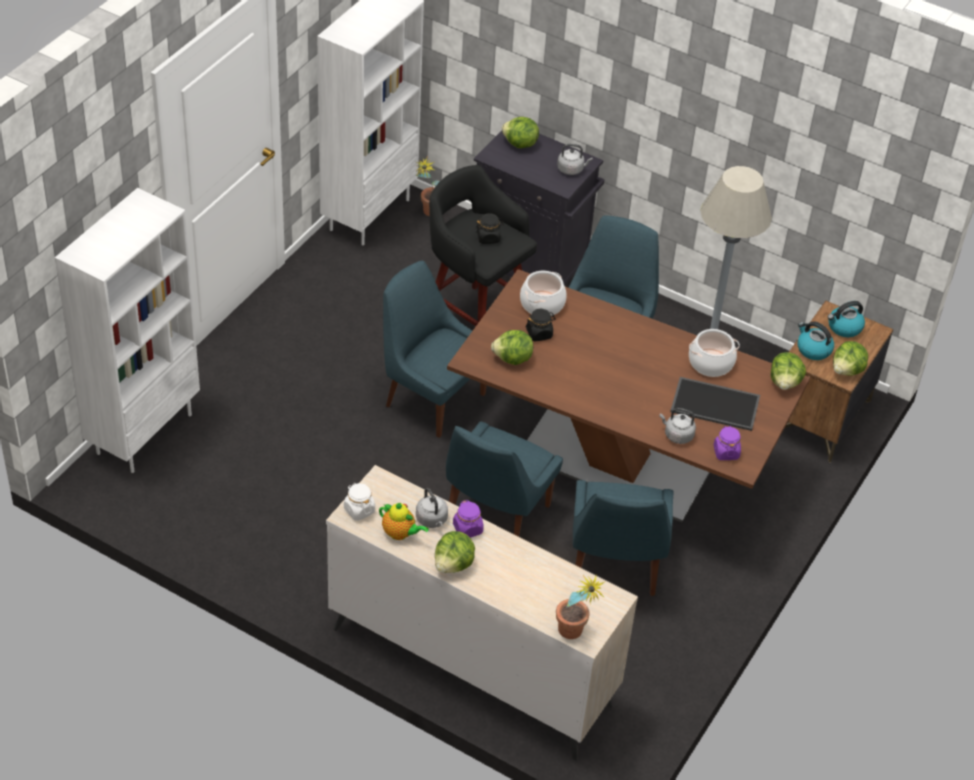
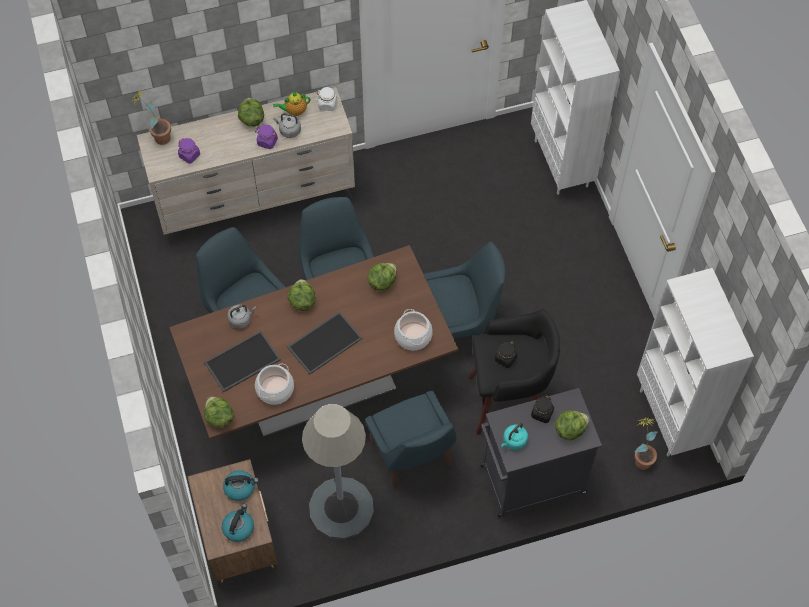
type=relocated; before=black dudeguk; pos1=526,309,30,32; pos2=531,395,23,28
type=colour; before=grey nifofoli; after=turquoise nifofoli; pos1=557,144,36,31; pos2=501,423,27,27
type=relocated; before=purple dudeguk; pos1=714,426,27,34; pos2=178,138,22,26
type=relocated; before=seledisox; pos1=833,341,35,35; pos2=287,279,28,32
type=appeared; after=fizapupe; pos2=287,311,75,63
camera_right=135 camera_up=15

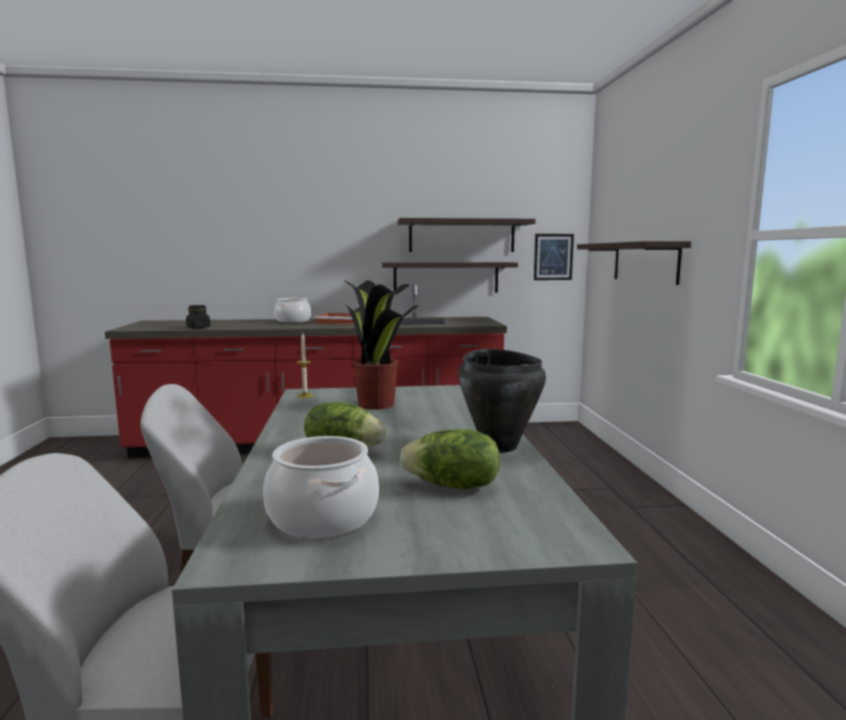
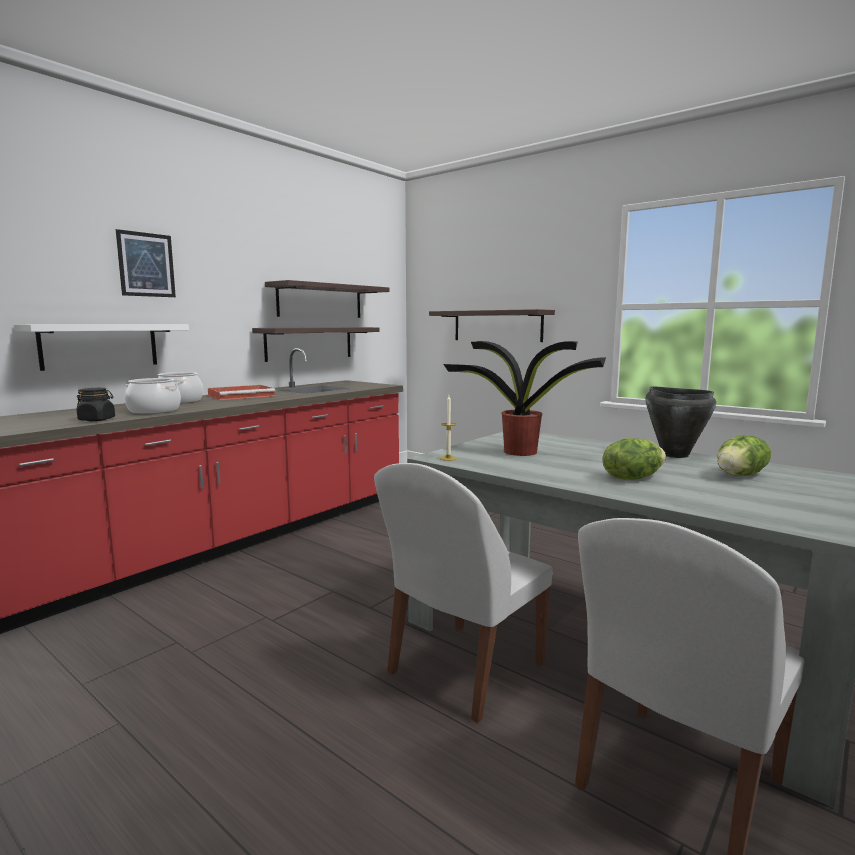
type=relocated; before=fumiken; pos1=263,436,116,102; pos2=125,378,56,36
type=relocated; before=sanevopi; pos1=534,234,40,46; pos2=116,229,60,68
type=appeared; after=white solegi; pos2=14,324,175,47
camera_right=-45 camera_up=0

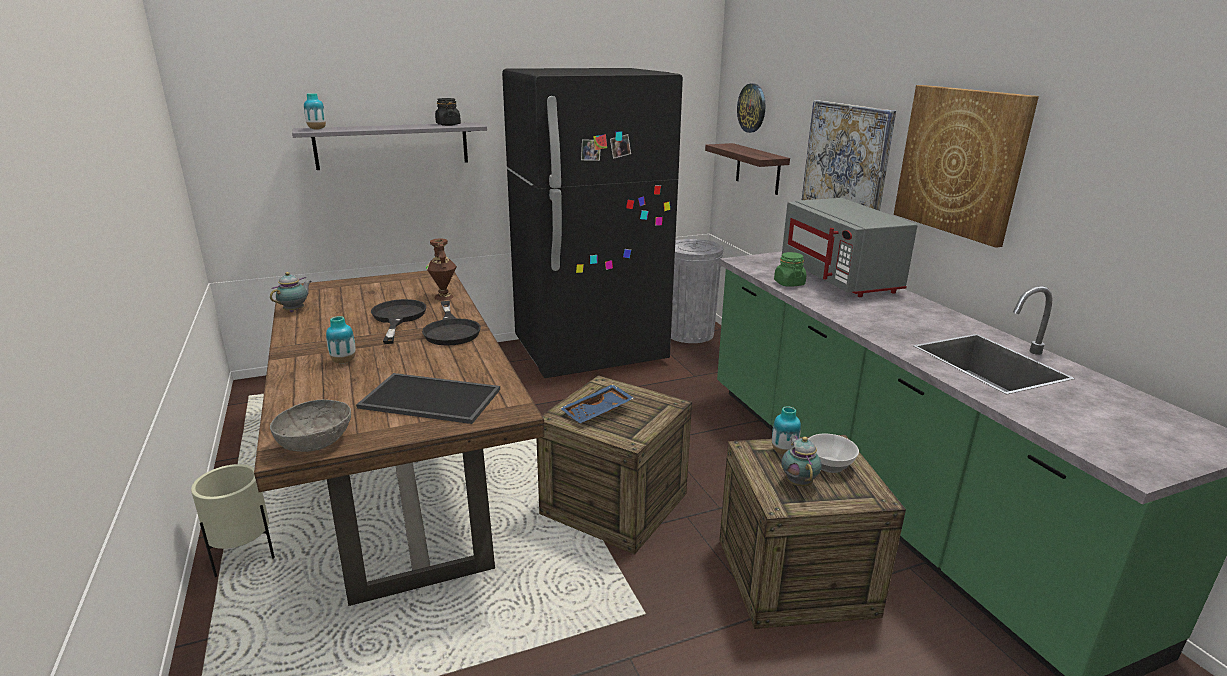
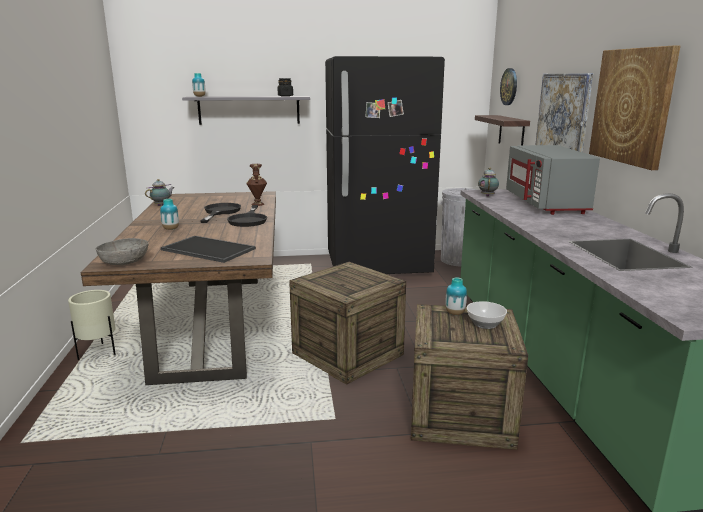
type=missing; before=blue fizapupe; pos1=560,384,74,39
type=missing; before=green dudeguk; pos1=774,252,32,35
type=relocated; before=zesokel; pos1=781,436,41,51; pos2=478,168,21,29
camera_right=15 camera_up=-5

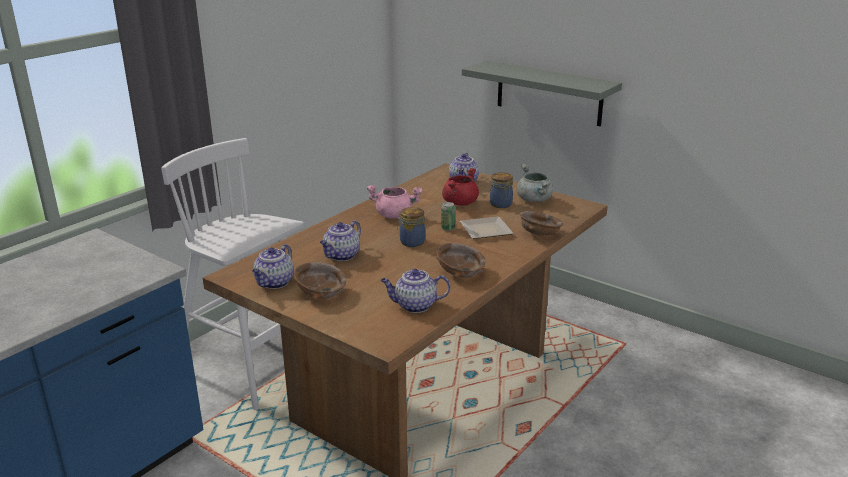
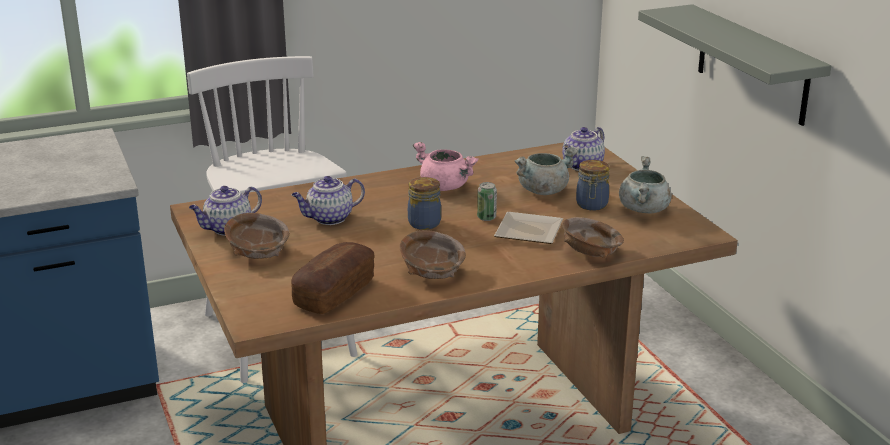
type=exchanged; before=zesokel; after=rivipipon; pos1=380,269,71,44; pos2=291,242,84,72
type=colour; before=red fumiken; after=grey fumiken; pos1=442,168,37,38; pos2=515,147,63,48
camera_right=30 camera_up=0

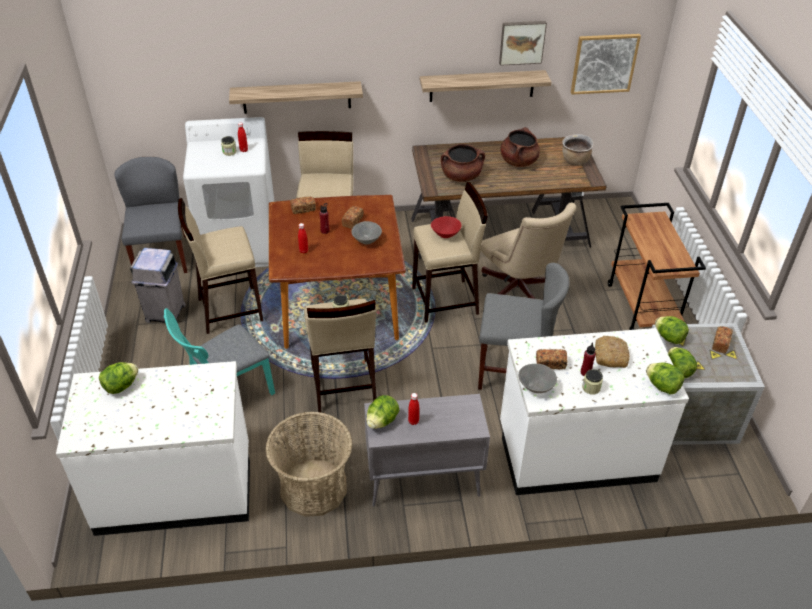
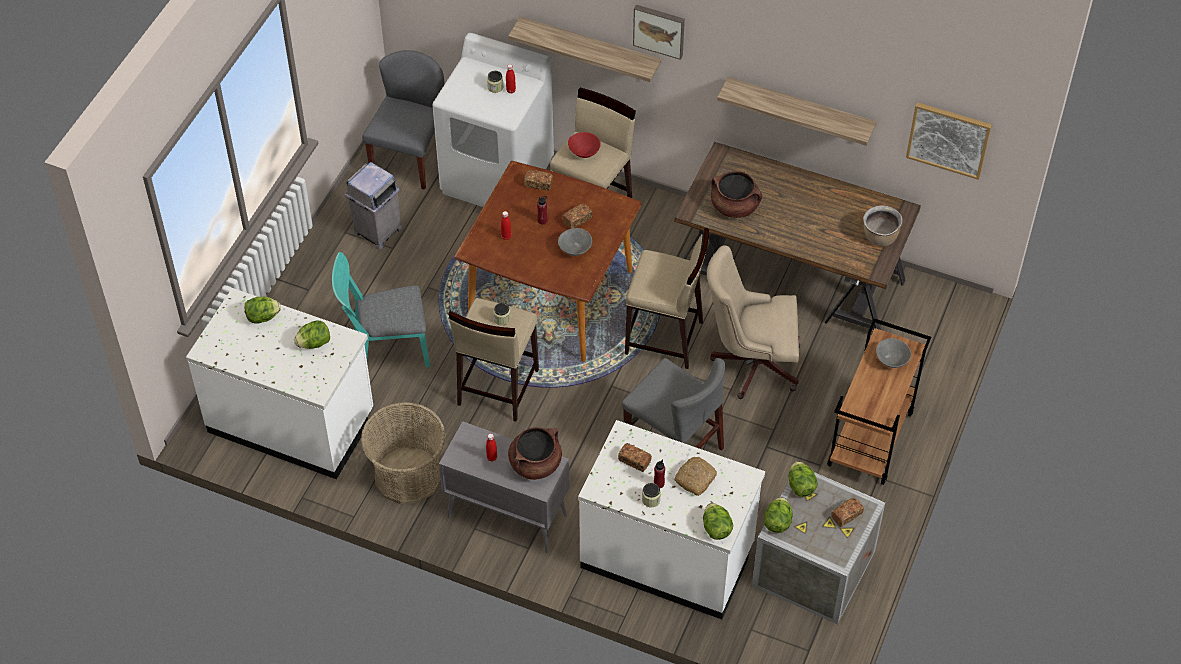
type=missing; before=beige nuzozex; pos1=178,198,85,136
type=relocated; before=seledisox; pos1=366,395,33,34; pos2=294,321,36,28
type=relocated; before=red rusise; pos1=431,216,30,22; pos2=568,132,33,26
type=spun; before=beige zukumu; pos1=481,202,95,97; pos2=707,246,93,153; turn=90
type=relocated; before=sanevopi; pos1=499,21,48,45; pos2=633,5,52,55
type=relocated; before=brown fumiken; pos1=501,127,39,40; pos2=508,427,54,53
type=relocated; before=grey rusise; pos1=518,364,39,29; pos2=876,338,35,30
camera_right=30 camera_up=10

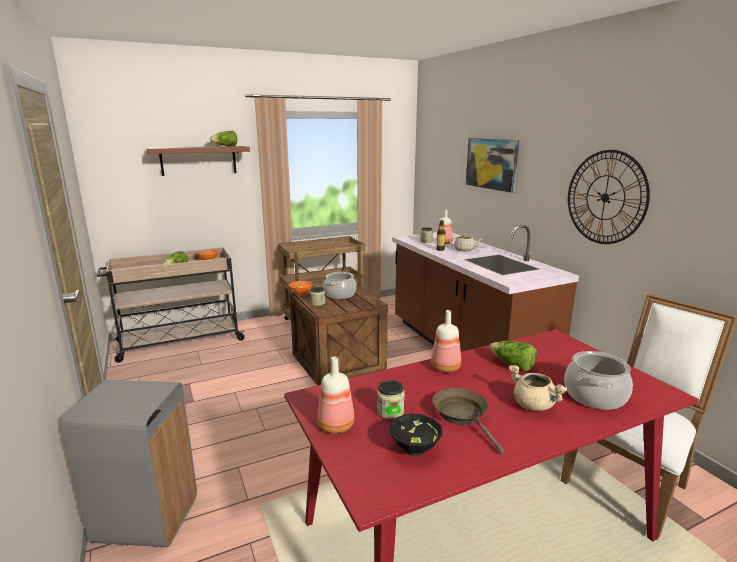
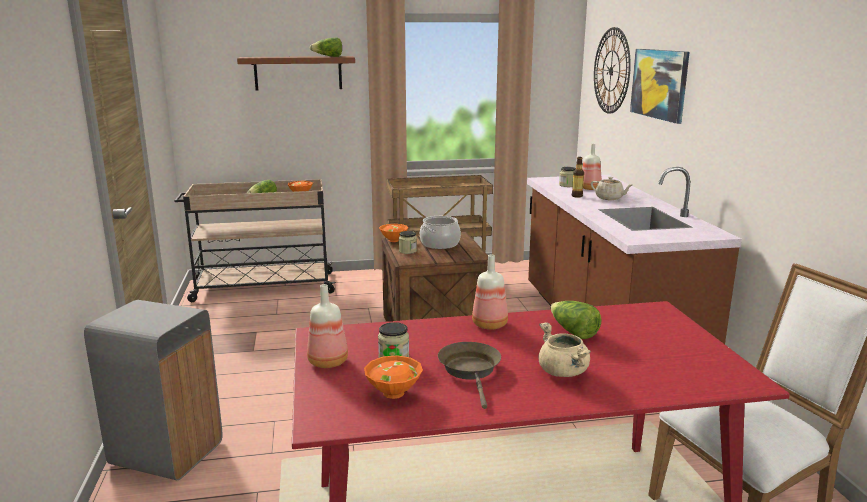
type=colour; before=black rusise; after=orange rusise; pos1=389,414,54,42; pos2=364,355,59,44
type=missing; before=fumiken; pos1=564,351,69,59
type=relocated; before=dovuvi; pos1=568,150,82,94; pos2=594,27,37,87
camera_right=15 camera_up=0

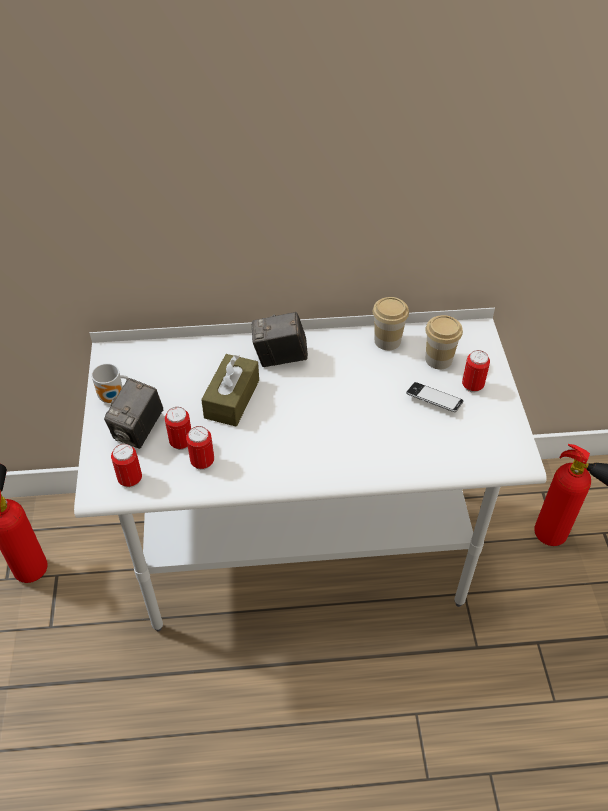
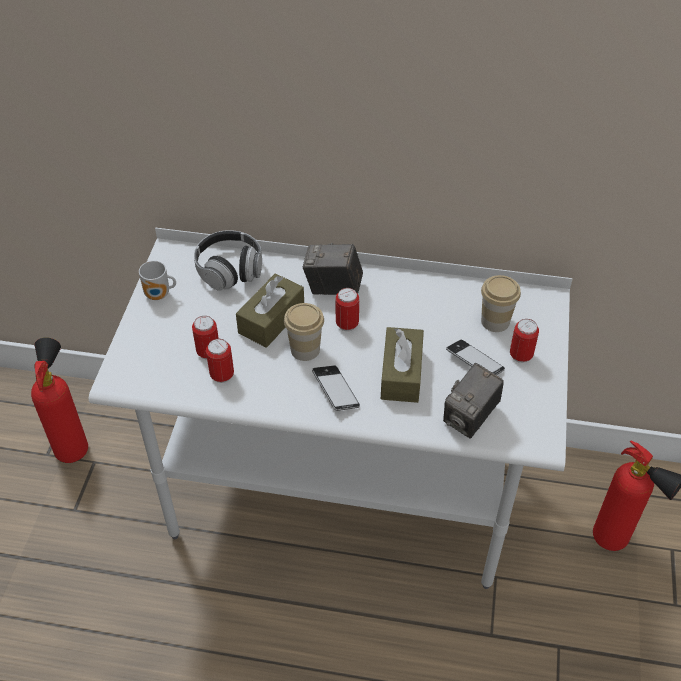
type=relocated; before=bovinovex; pos1=104,378,59,71; pos2=443,363,61,76
type=relocated; before=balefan; pos1=111,444,31,44; pos2=336,288,23,43
type=relocated; before=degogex; pos1=373,297,36,53; pos2=284,303,40,58
type=appeared; after=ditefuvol; pos2=194,230,68,61
type=appeared; after=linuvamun; pos2=312,366,48,45
type=appeared; after=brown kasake; pos2=381,327,43,76
camera_right=15 camera_up=0

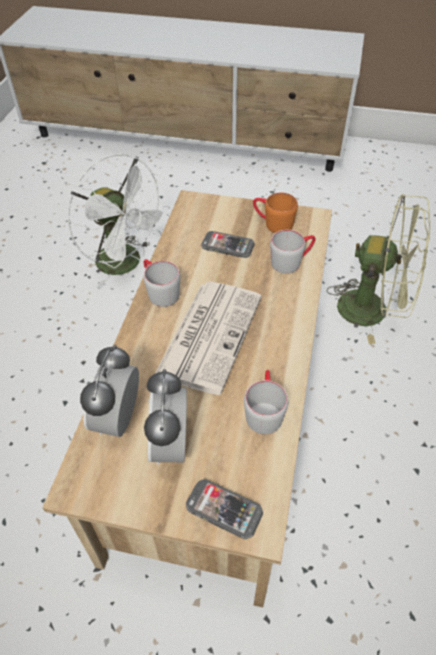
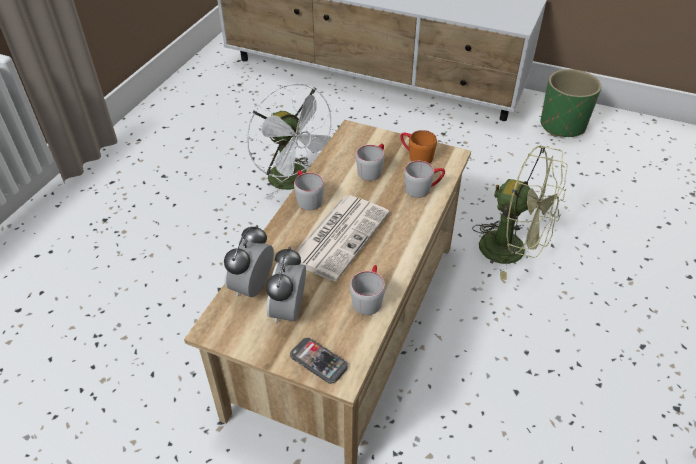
type=exchanged; before=linuvamun; after=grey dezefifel; pos1=201,231,54,27; pos2=356,144,29,37
type=appeared; after=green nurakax; pos2=541,69,60,68
camera_right=10 camera_up=-5

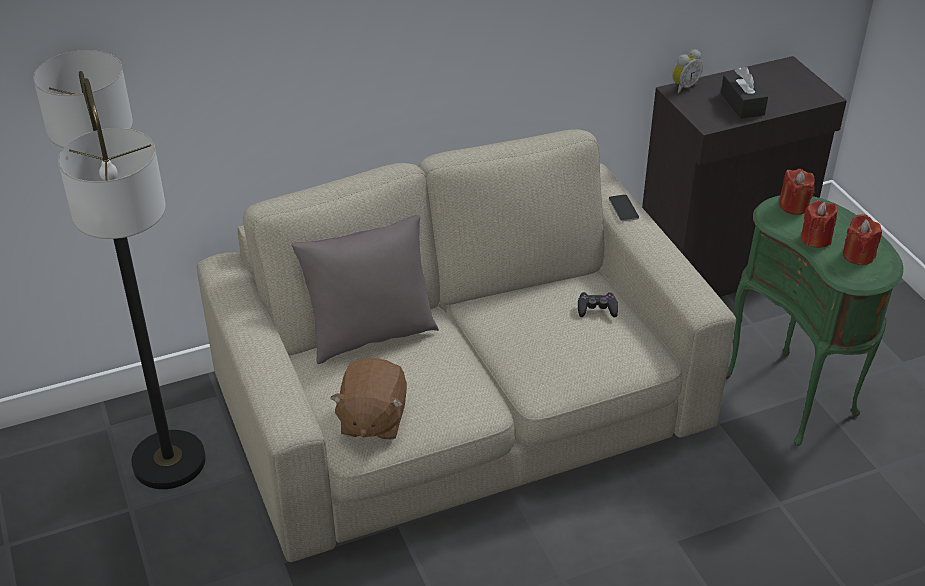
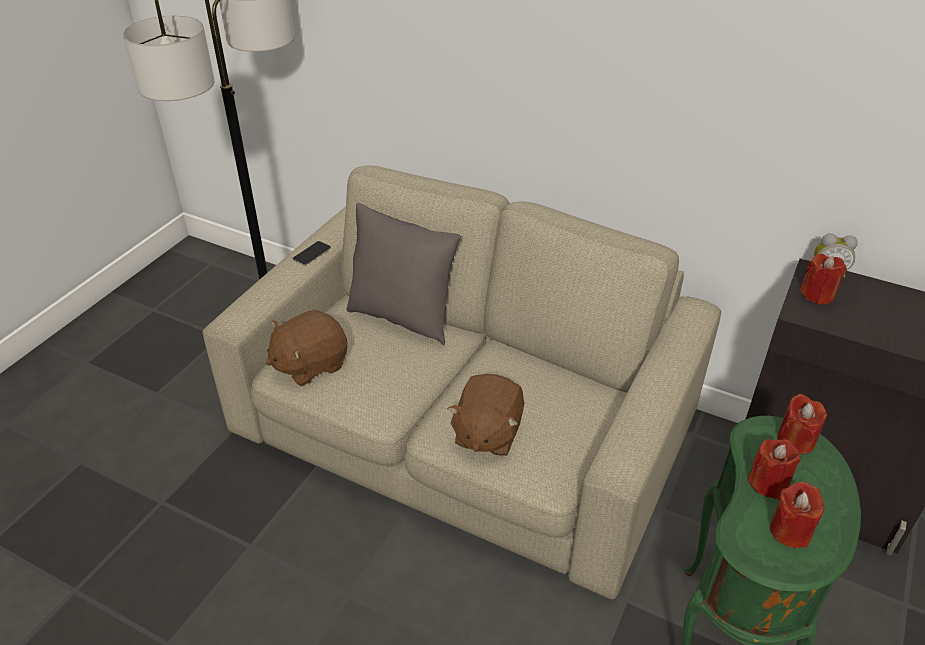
type=missing; before=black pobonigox; pos1=578,292,40,25
type=relocated; before=linuvamun; pos1=609,194,30,27; pos2=293,241,38,24
type=missing; before=black kasake; pos1=721,67,47,52
type=appeared; after=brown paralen; pos2=447,374,77,82
type=appeared; after=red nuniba; pos2=800,254,47,51
camera_right=50 camera_up=0

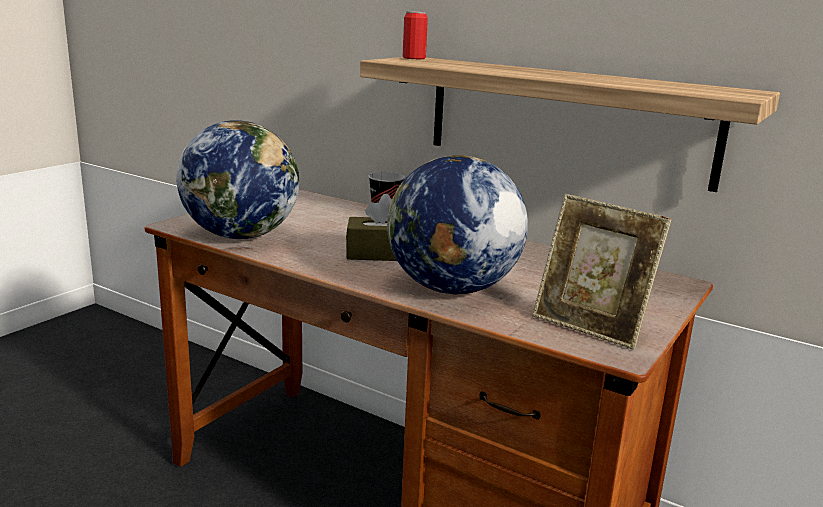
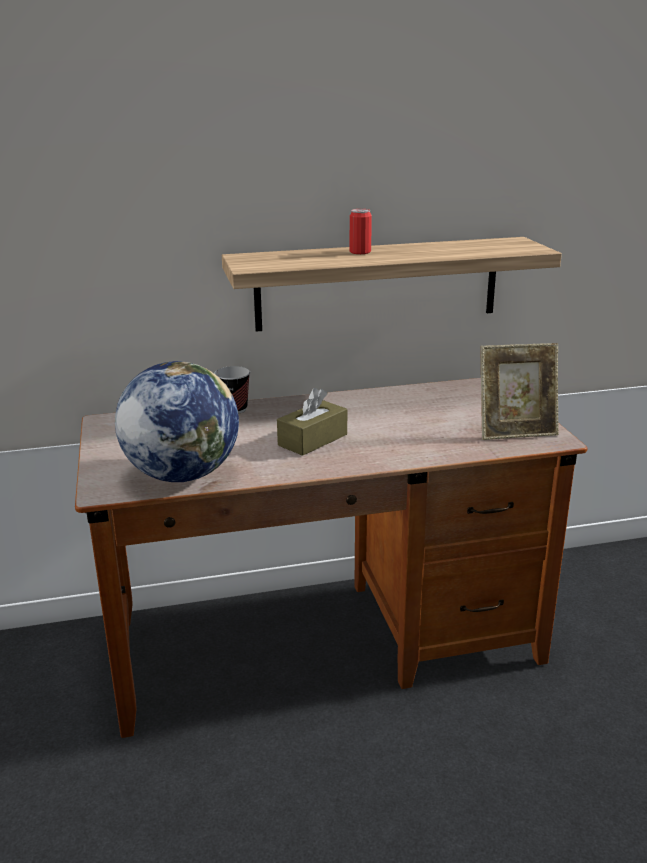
type=missing; before=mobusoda; pos1=387,155,141,140
type=relocated; before=balefan; pos1=402,11,26,48; pos2=349,209,23,45
camera_right=-45 camera_up=5

